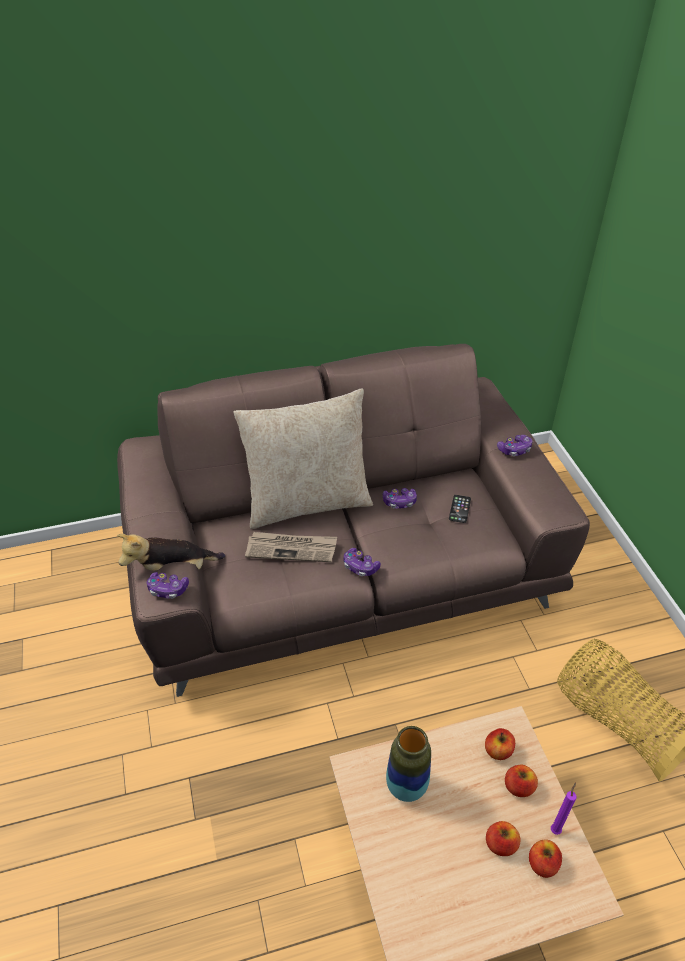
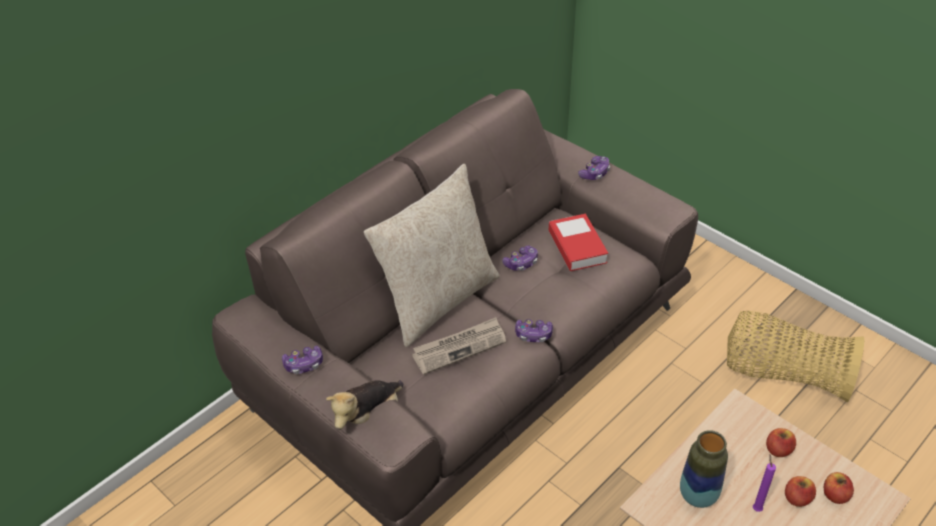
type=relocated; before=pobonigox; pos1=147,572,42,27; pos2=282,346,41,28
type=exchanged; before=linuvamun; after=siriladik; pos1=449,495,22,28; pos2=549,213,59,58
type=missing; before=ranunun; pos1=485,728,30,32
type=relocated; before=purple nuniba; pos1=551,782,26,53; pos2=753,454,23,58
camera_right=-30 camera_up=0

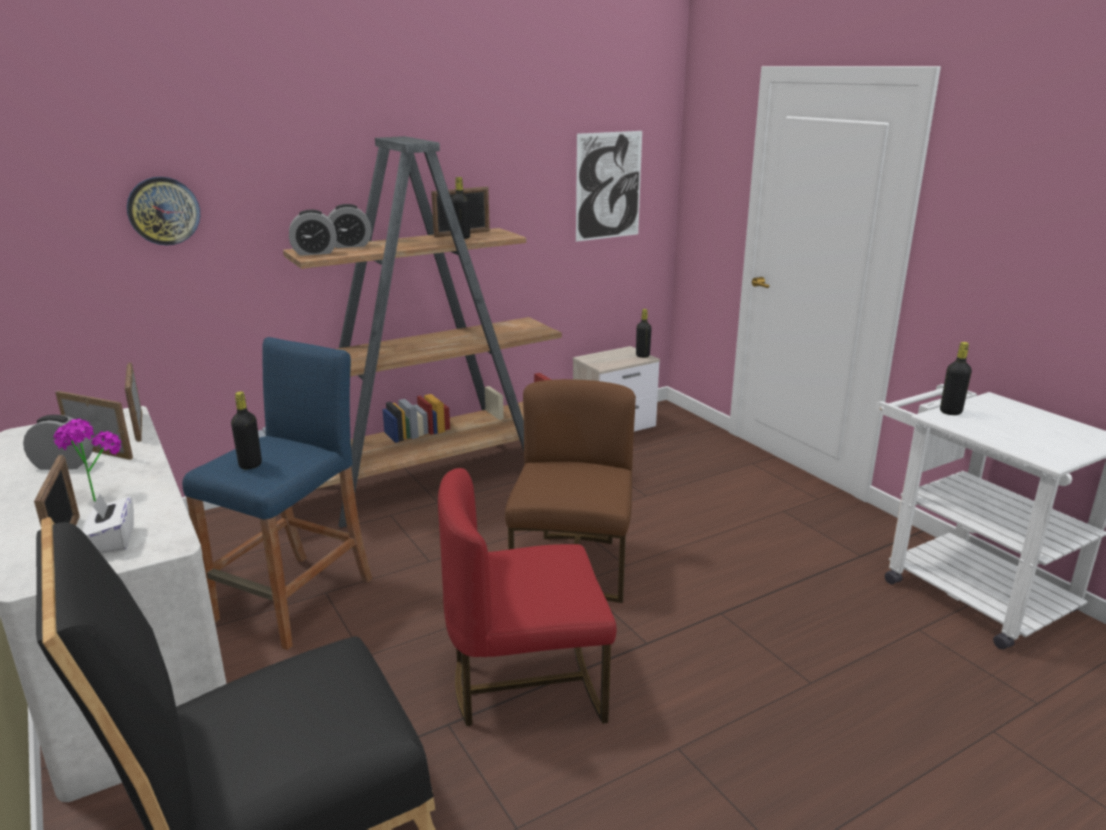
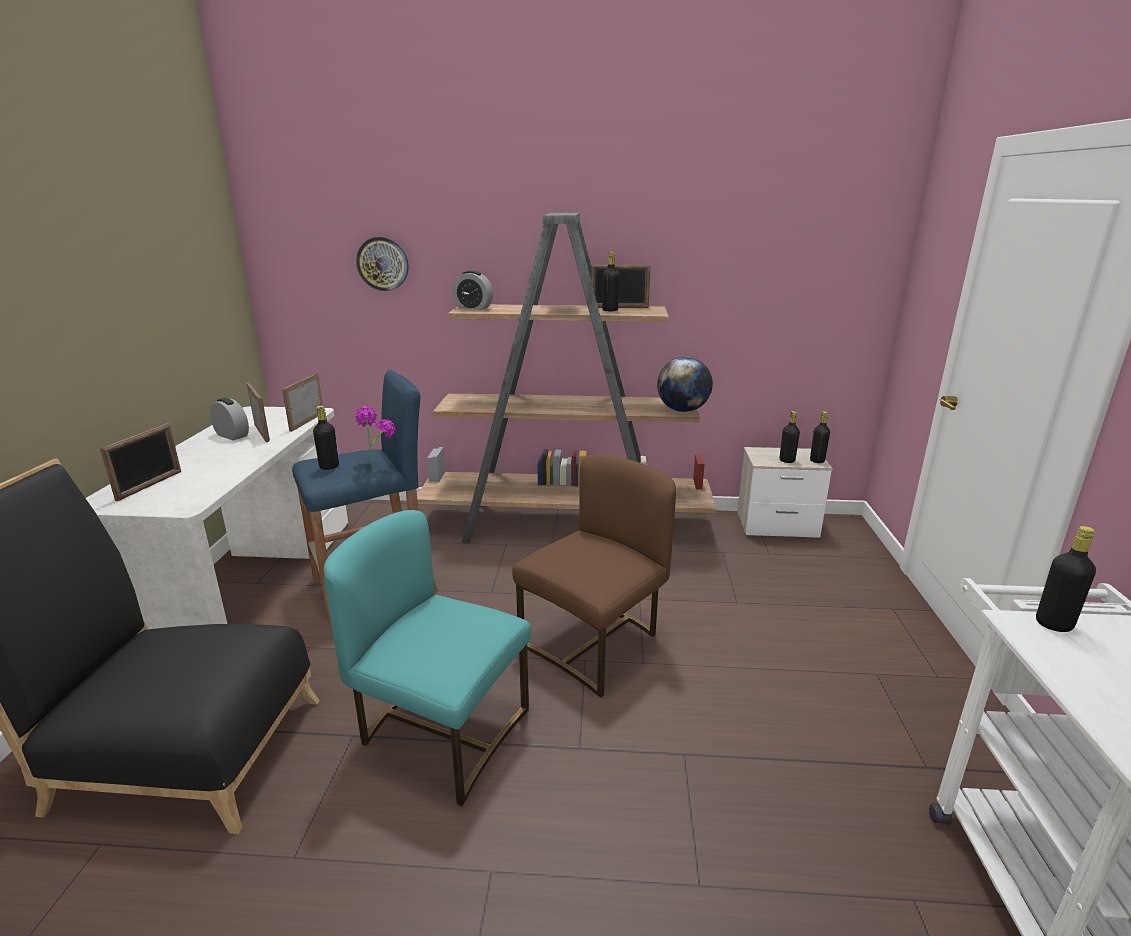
type=relocated; before=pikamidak; pos1=53,419,68,83; pos2=355,406,40,62
type=missing; before=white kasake; pos1=82,494,52,60
type=missing; before=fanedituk; pos1=328,204,44,44
type=colour; before=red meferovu; after=turquoise meferovu; pos1=438,468,178,258; pos2=324,510,207,296
type=missing; before=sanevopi; pos1=576,131,66,111
type=appeared; after=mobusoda; pos2=657,357,56,55
type=appeared; after=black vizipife; pos2=780,411,20,52
camera_right=35 camera_up=0

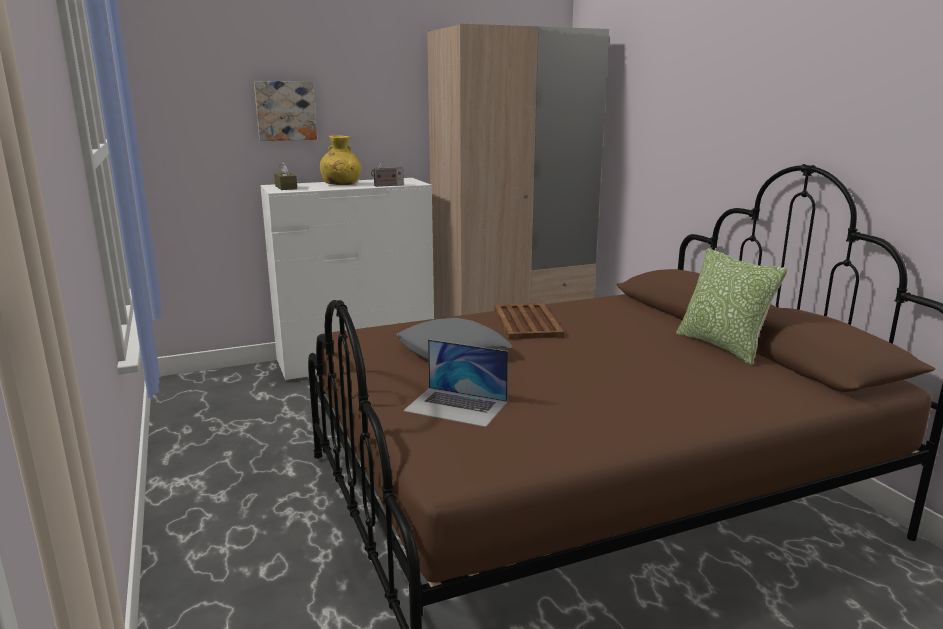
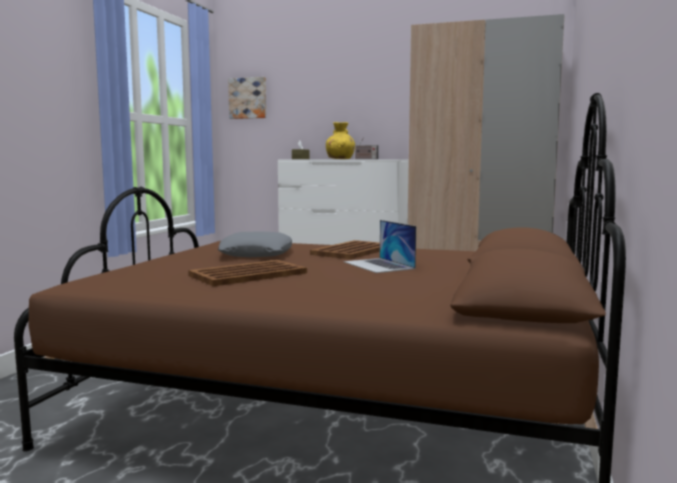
type=relocated; before=sanevopi; pos1=254,81,63,60; pos2=228,77,39,42
type=relocated; before=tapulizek; pos1=403,339,105,88; pos2=344,220,72,53
type=missing; before=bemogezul; pos1=676,248,112,117
type=appeared; after=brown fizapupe; pos2=188,260,119,26
camera_right=40 camera_up=-10

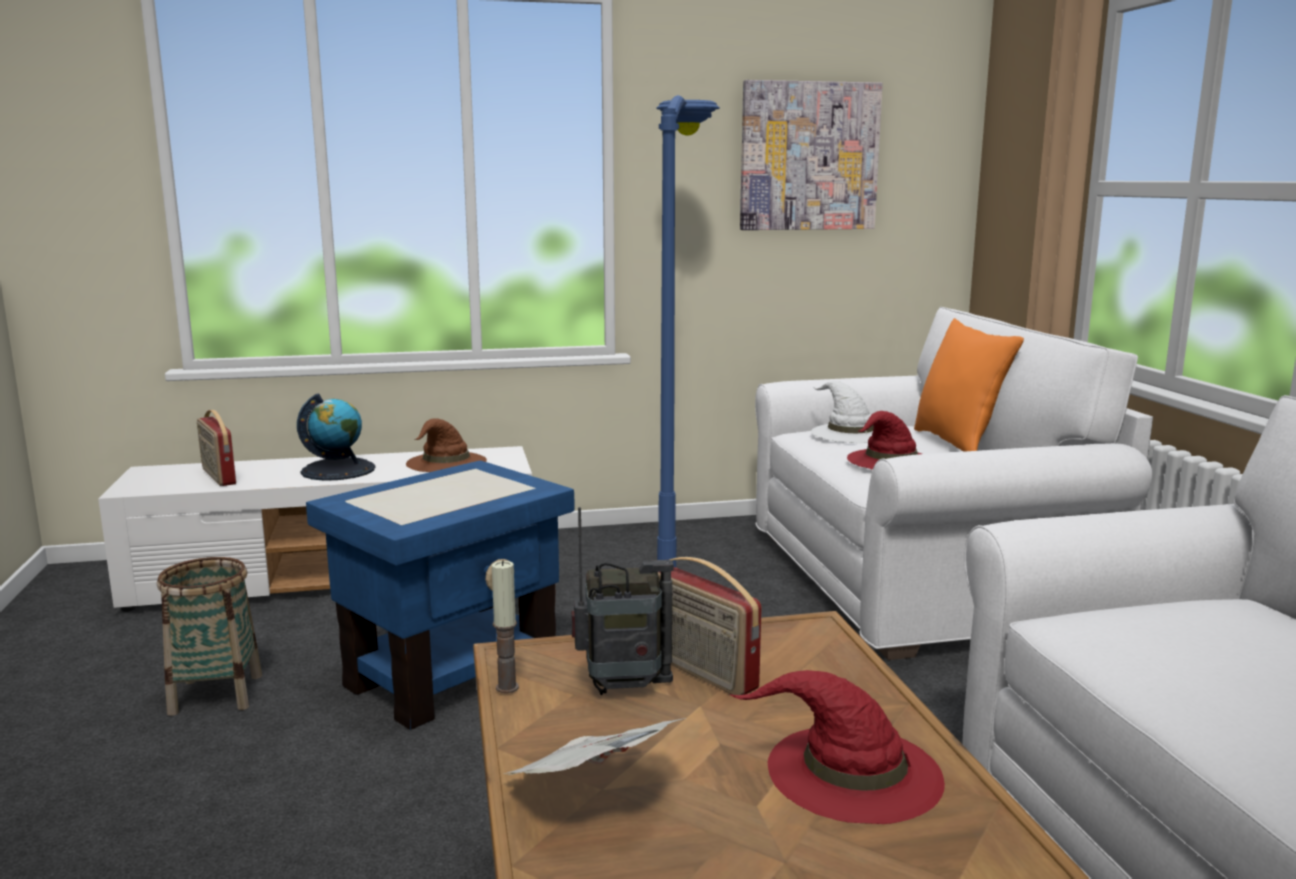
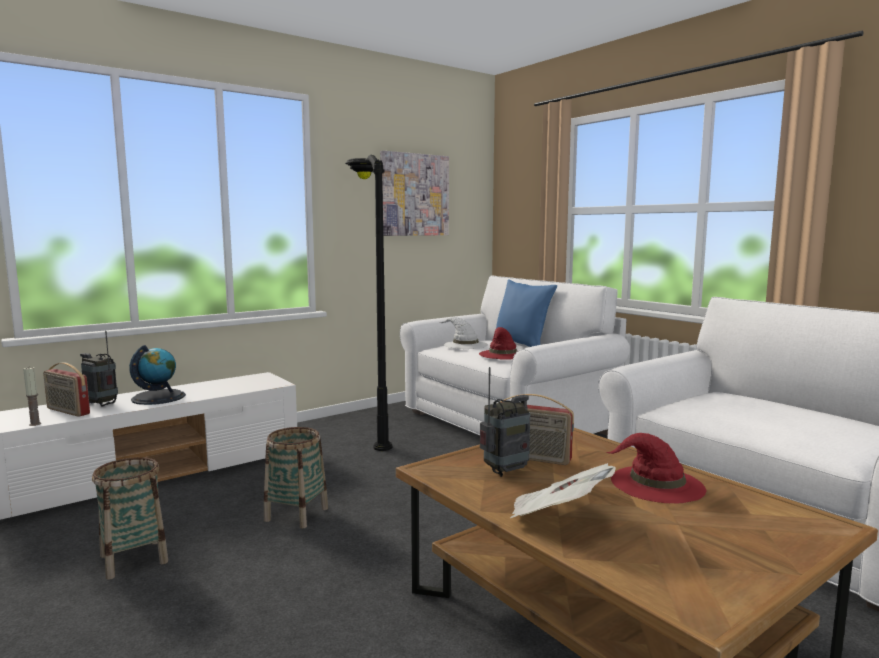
type=exchanged; before=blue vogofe; after=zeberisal; pos1=306,461,268,269; pos2=264,427,64,101
type=missing; before=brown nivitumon; pos1=406,419,81,53
type=relocated; before=nuniba; pos1=492,560,27,133; pos2=23,367,18,59
type=colour; before=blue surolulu; after=black surolulu; pos1=656,95,64,472; pos2=345,155,47,296
type=colour; before=orange bemogezul; after=blue bemogezul; pos1=914,318,110,134; pos2=496,279,61,68
type=appeared; after=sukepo; pos2=80,331,38,75
camera_right=-25 camera_up=-5

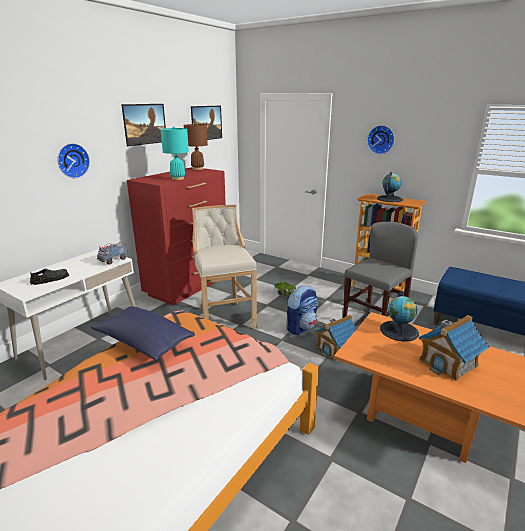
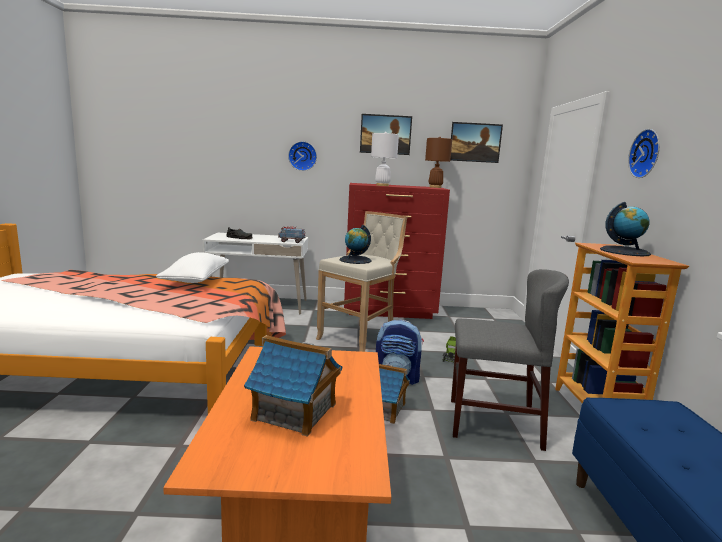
type=colour; before=blue bemogezul; after=white bemogezul; pos1=91,306,104,54; pos2=156,252,73,31
type=colour; before=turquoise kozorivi; after=white kozorivi; pos1=161,127,28,53; pos2=371,132,28,54
type=relocated; before=mobusoda; pos1=380,291,39,51; pos2=339,225,32,39
camera_right=55 camera_up=-10

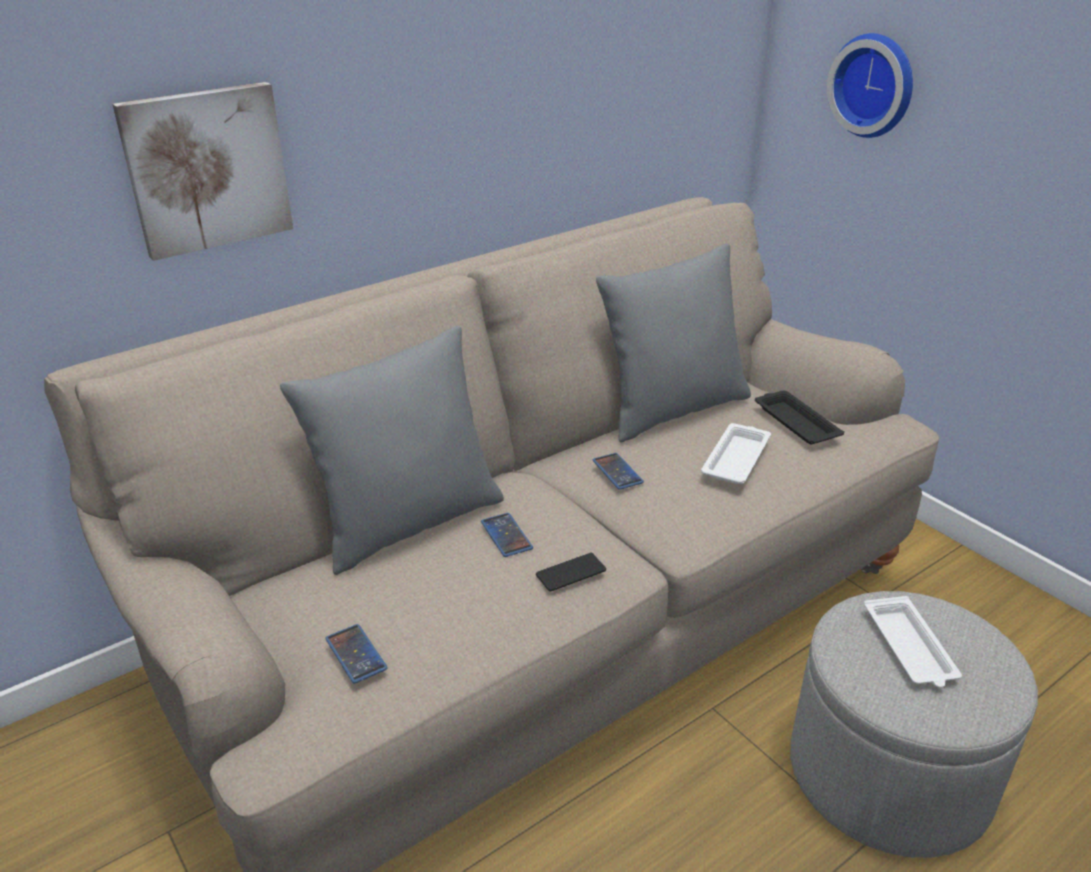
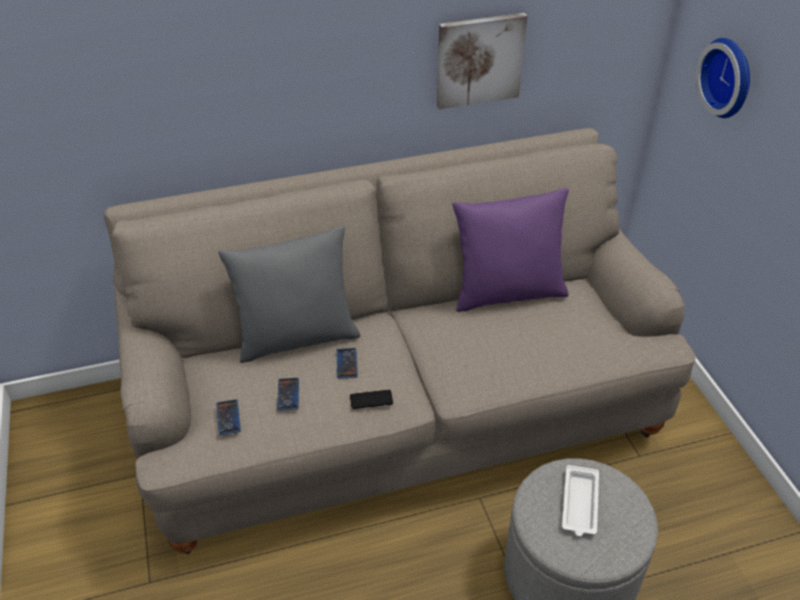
type=relocated; before=sanevopi; pos1=113,82,180,179; pos2=437,13,91,96
type=relocated; before=linuvamun; pos1=593,453,51,37; pos2=277,378,22,33
type=colour; before=grey bemogezul; after=purple bemogezul; pos1=596,243,155,200; pos2=453,188,116,124
type=missing; before=white fizapupe; pos1=701,423,70,61
type=missing; before=black fizapupe; pos1=755,391,89,53
camera_right=20 camera_up=10

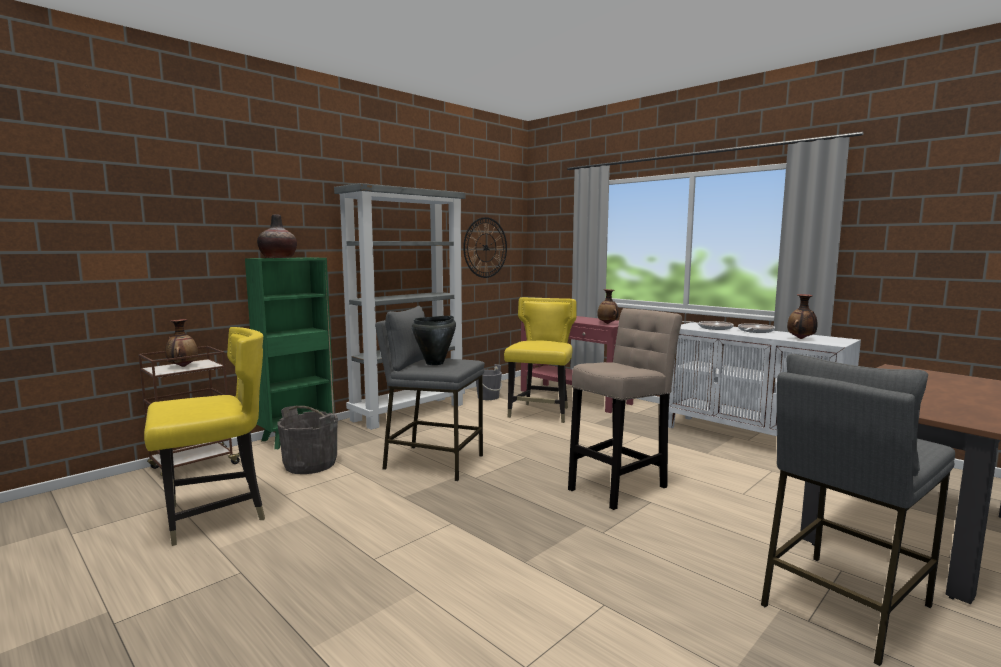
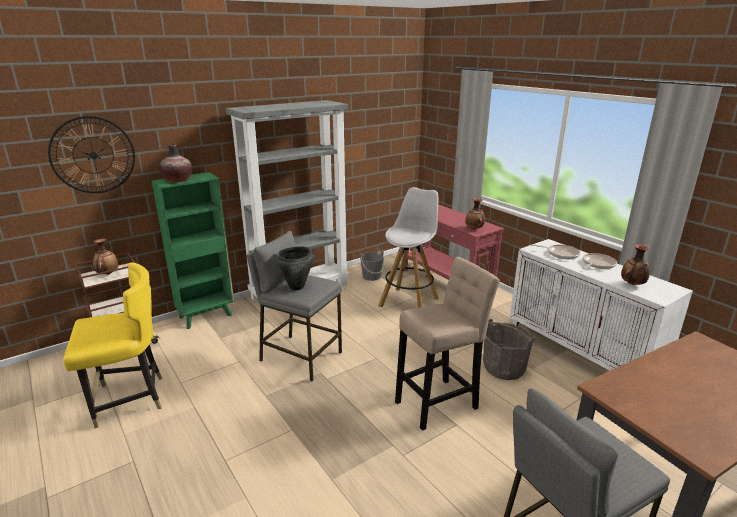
type=relocated; before=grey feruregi; pos1=277,406,61,68; pos2=483,319,52,61
type=relocated; before=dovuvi; pos1=463,217,44,61; pos2=48,116,87,77
type=exchanged; before=yellow meferovu; after=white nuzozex; pos1=504,297,73,126; pos2=378,187,61,121
camera_right=10 camera_up=15

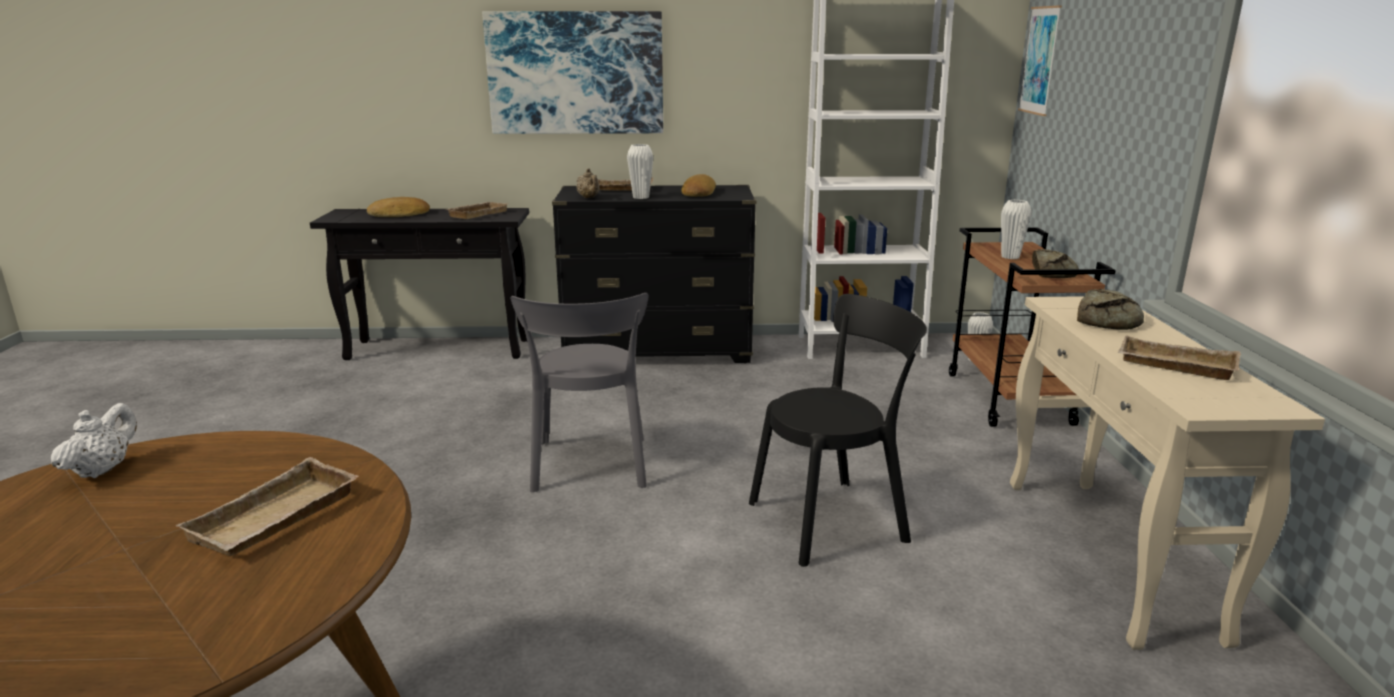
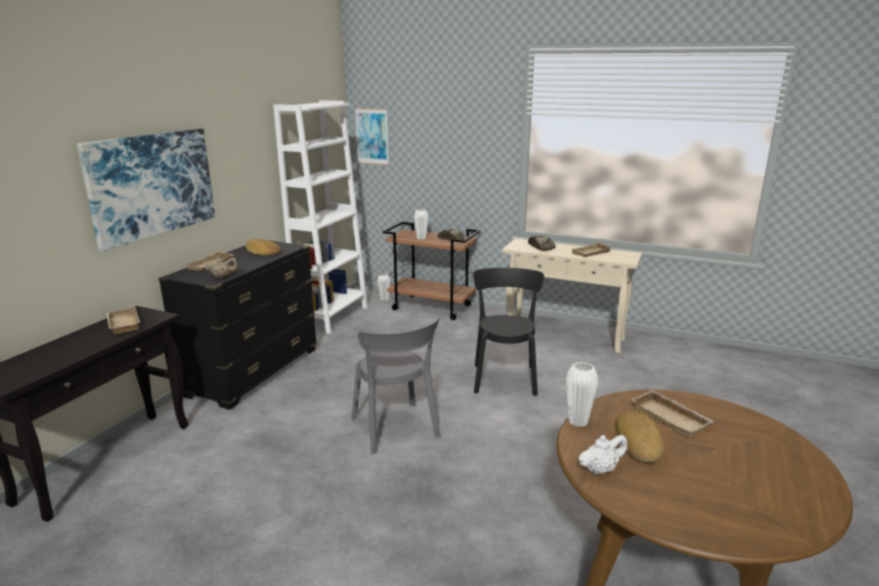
type=spun; before=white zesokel; pos1=51,403,86,75; pos2=578,435,50,40; turn=120
type=relocated; before=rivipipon; pos1=367,197,63,20; pos2=615,410,49,52
type=spun; before=grey meferovu; pos1=511,293,137,199; pos2=352,317,88,137; turn=45
type=relocated; before=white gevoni; pos1=627,144,26,55; pos2=566,362,32,65
camera_right=-65 camera_up=0

